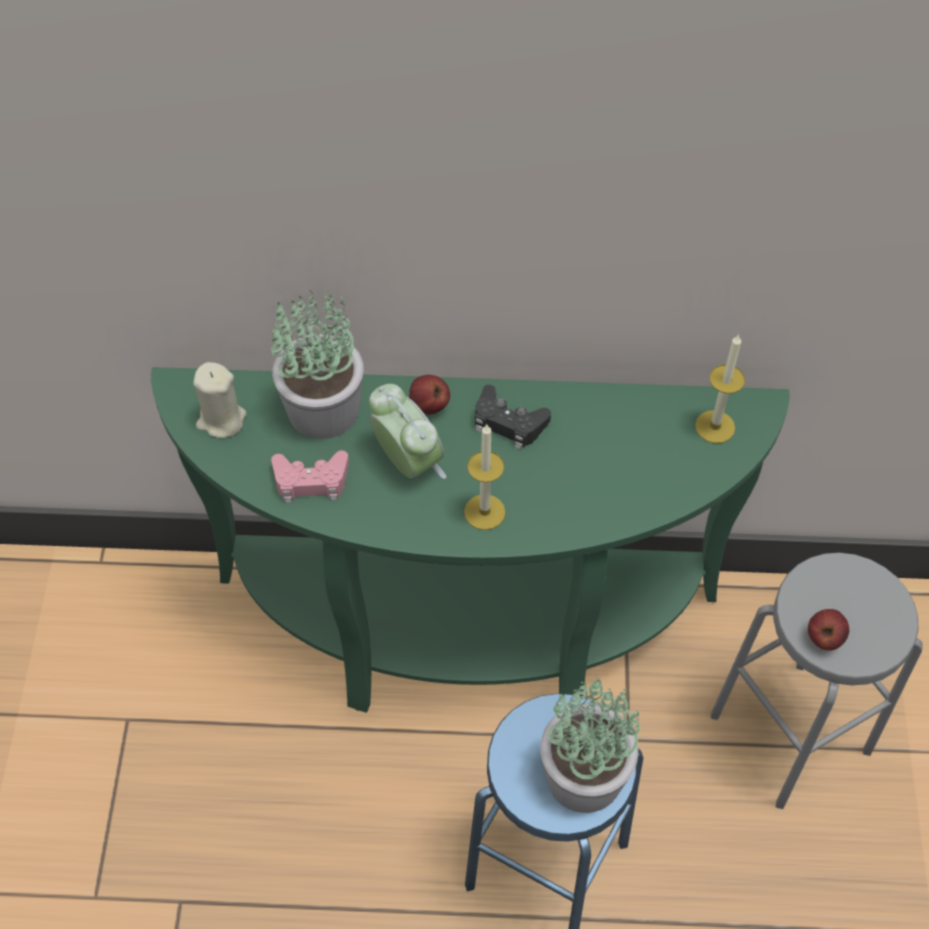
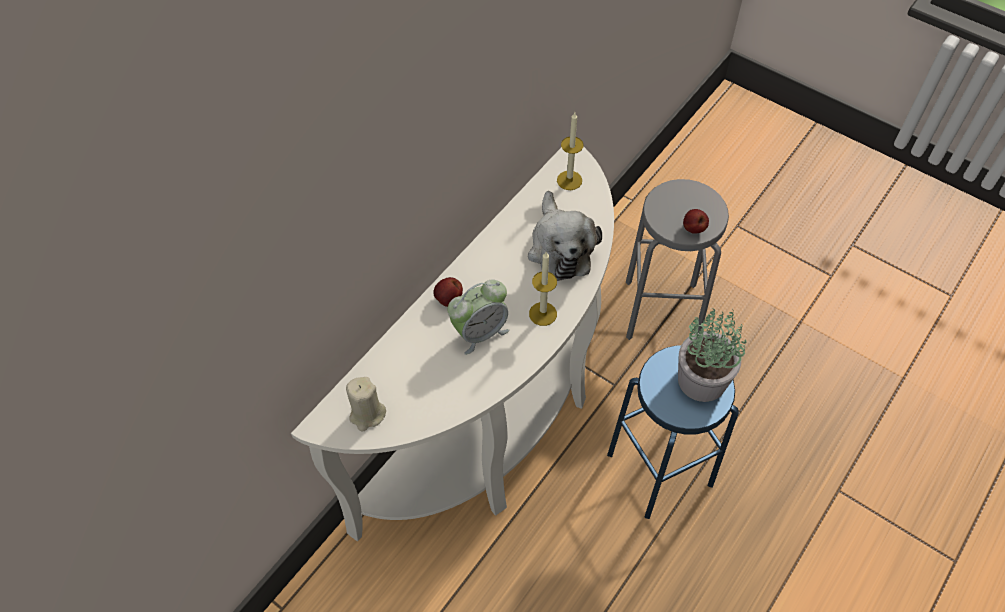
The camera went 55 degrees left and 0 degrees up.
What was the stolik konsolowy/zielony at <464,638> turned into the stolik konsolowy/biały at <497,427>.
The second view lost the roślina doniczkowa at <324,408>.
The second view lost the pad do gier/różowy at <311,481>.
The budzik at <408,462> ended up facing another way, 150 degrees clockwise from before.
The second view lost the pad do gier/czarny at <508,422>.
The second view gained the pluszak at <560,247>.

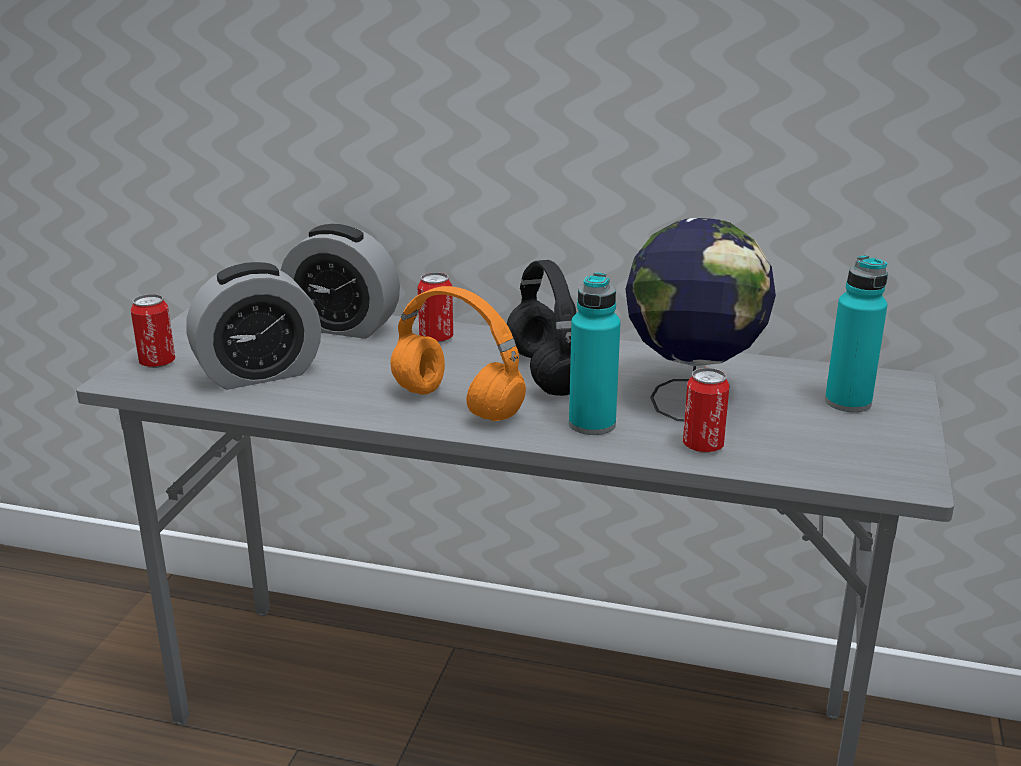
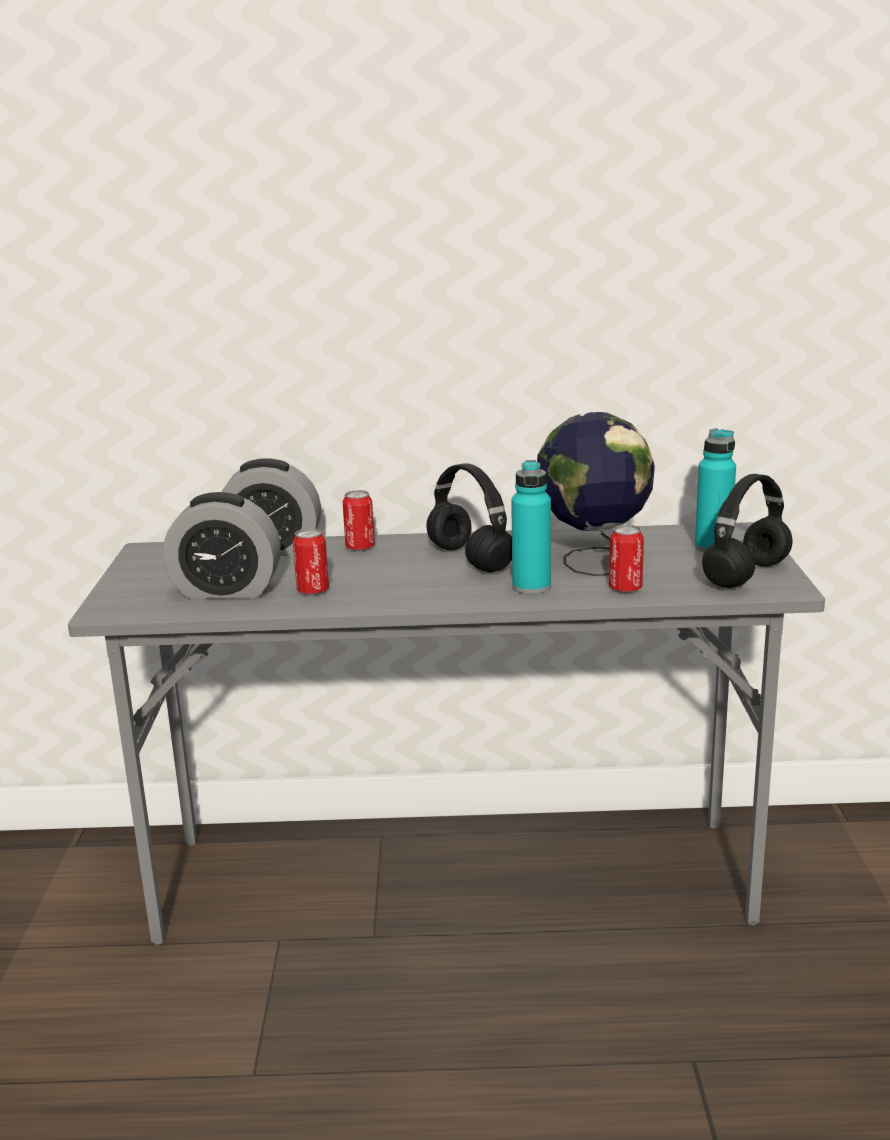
The camera went 15 degrees left and 5 degrees down.
The puszka ended up elsewhere, having gone from <157,362> to <313,591>.
The budzik at <259,373> ended up facing another way, 45 degrees clockwise from before.
The second view lost the słuchawki/pomarańczowy at <454,404>.
The second view gained the słuchawki/czarny at <746,576>.

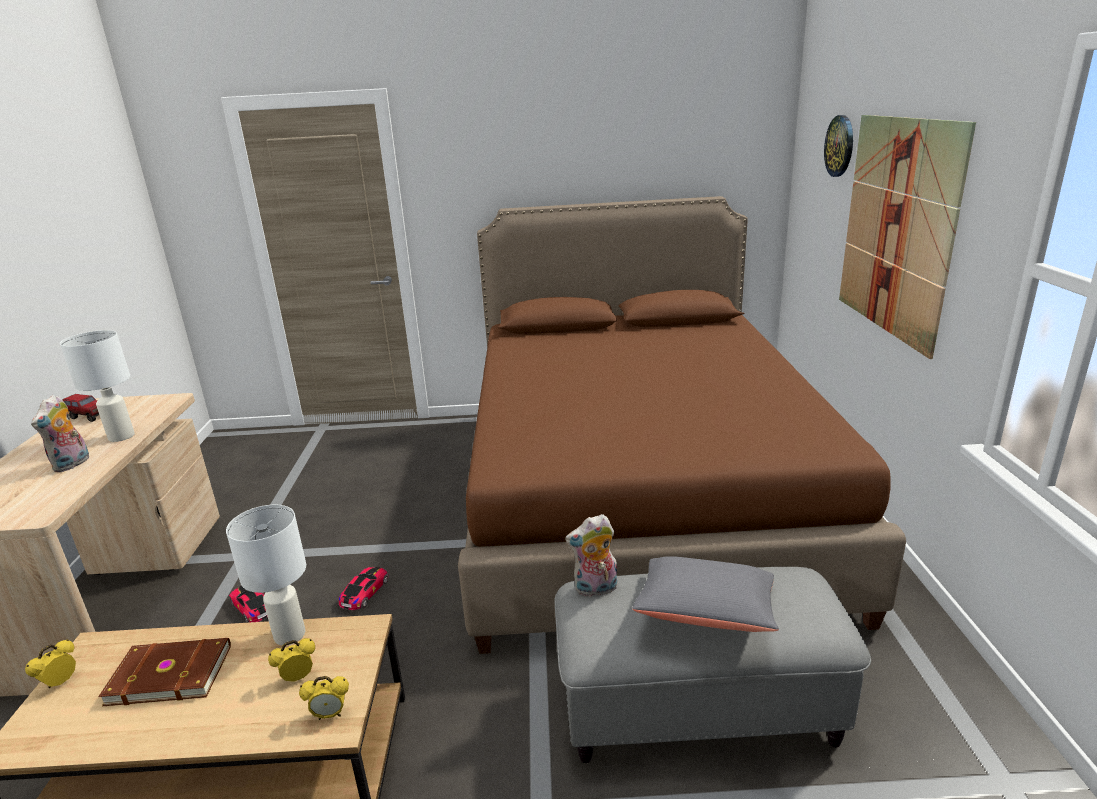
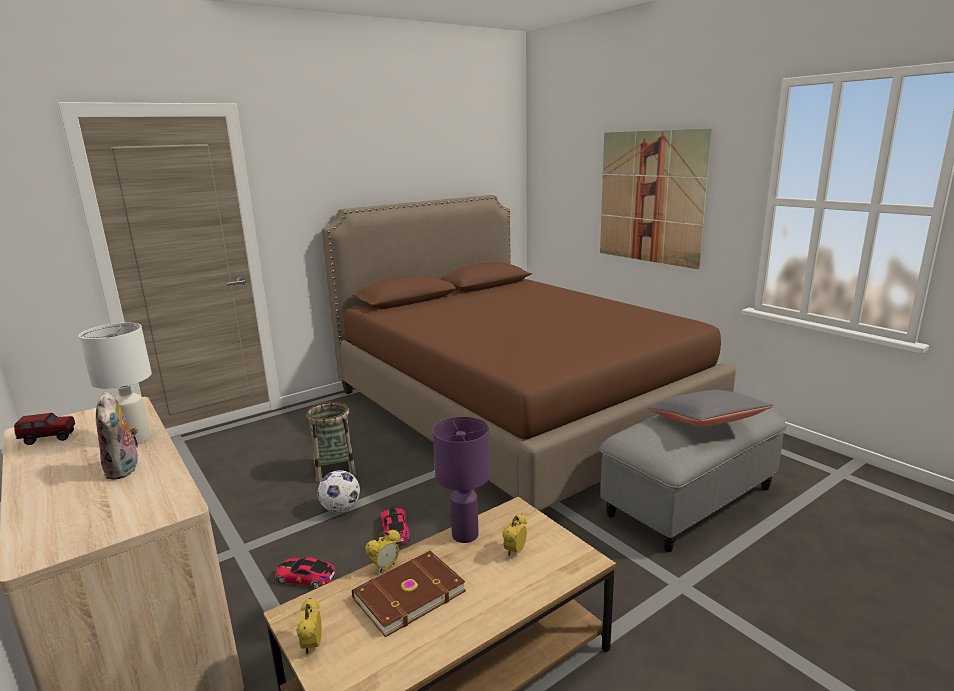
The camera went 35 degrees left and 5 degrees down.
What was the lampa stołowa/biały at <290,634> turned into the lampa stołowa/fioletowy at <465,534>.
The budzik ended up elsewhere, having gone from <330,715> to <385,567>.
The second view lost the pluszak at <595,589>.
The second view lost the zegar ścienny at <840,146>.
The second view gained the koszyk at <334,470>.
The second view gained the piłka futbolowa at <340,509>.

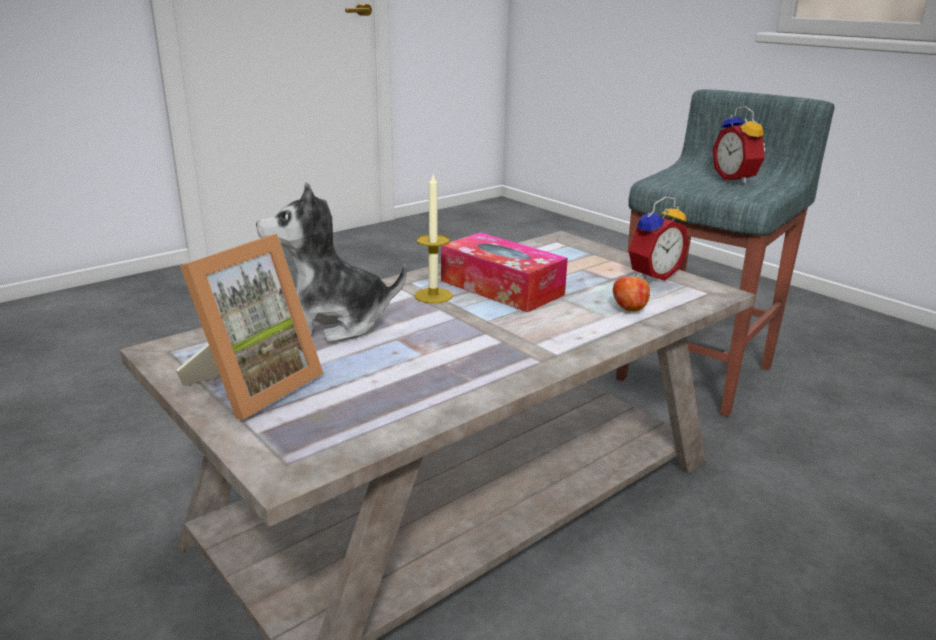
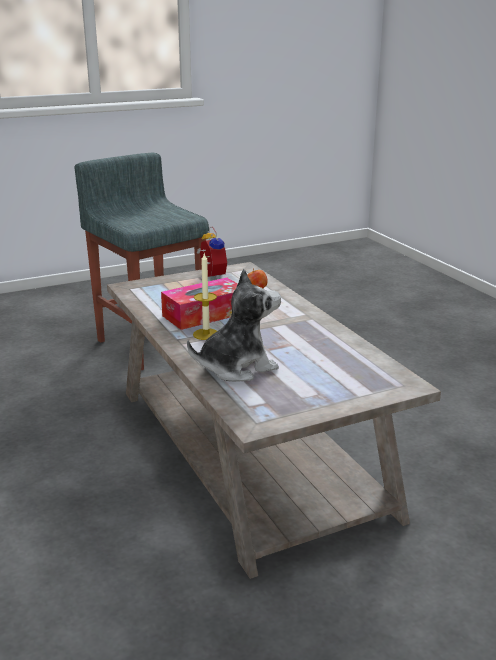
The camera went 75 degrees left and 0 degrees up.
The second view lost the ramka na zdjęcie at <253,386>.
The pluszak at <332,324> ended up facing another way, 120 degrees counterclockwise from before.
The second view lost the budzik at <736,179>.

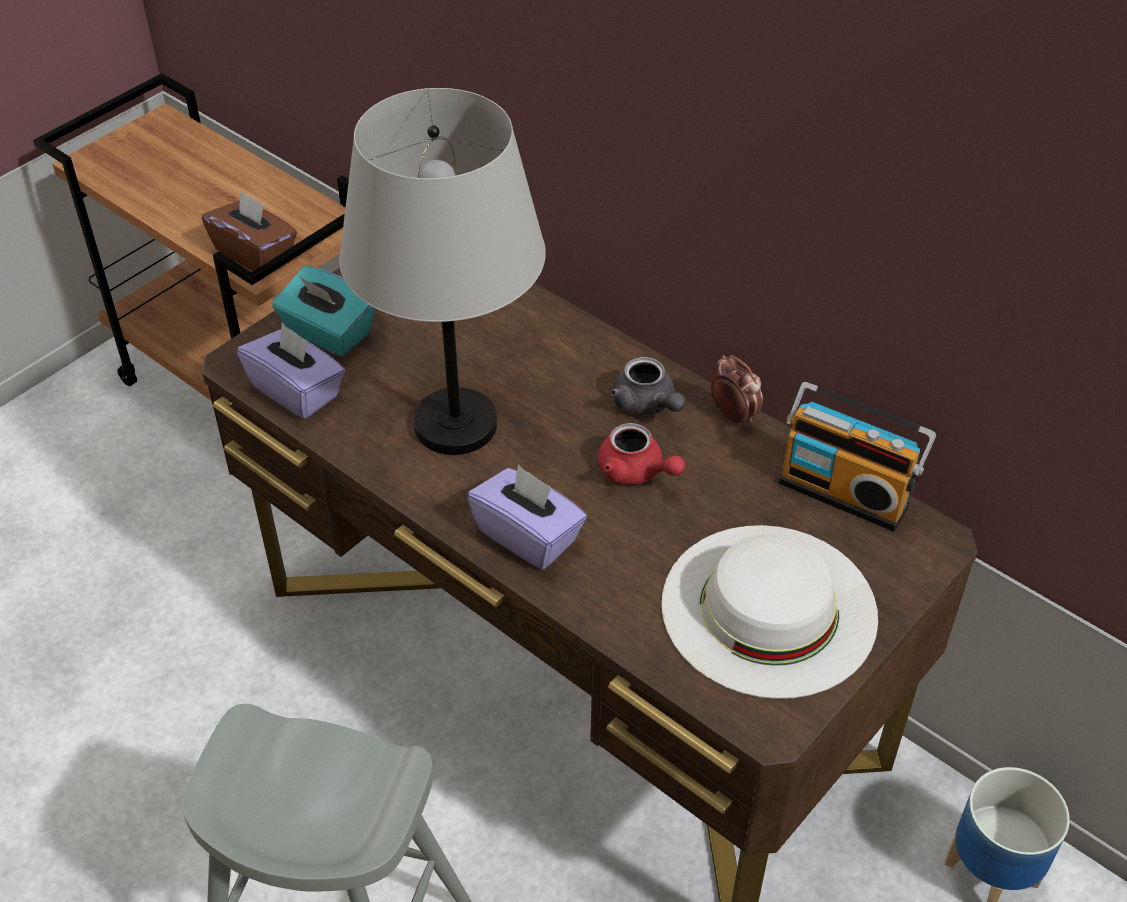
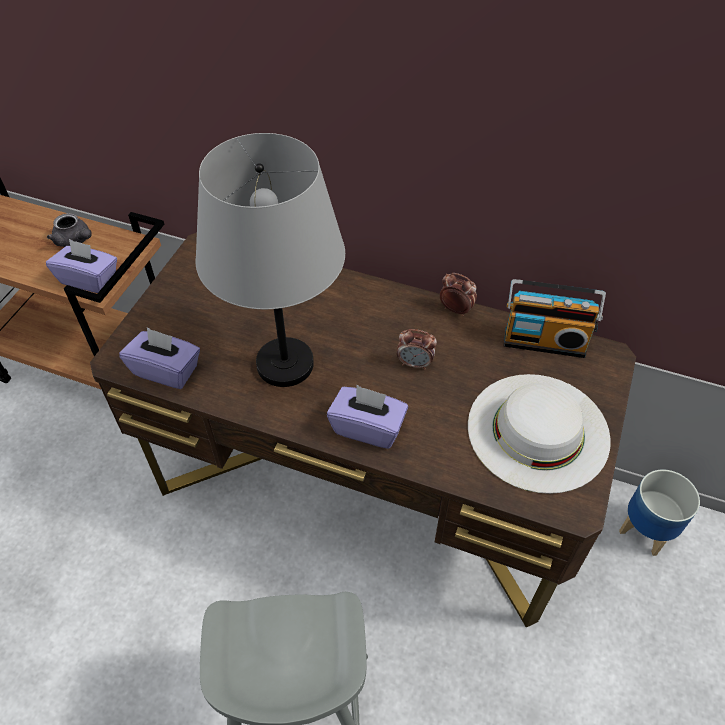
The camera went 20 degrees left and 5 degrees up.
What was the pudełko chusteczek/brązowy at <255,254> turned into the pudełko chusteczek/fioletowy at <89,279>.
The second view lost the pudełko chusteczek/turkusowy at <327,333>.
Where the imbryk/czerwony stood at <636,472>, the budzik came to stand at <415,363>.
The imbryk/szary ended up elsewhere, having gone from <647,405> to <75,241>.

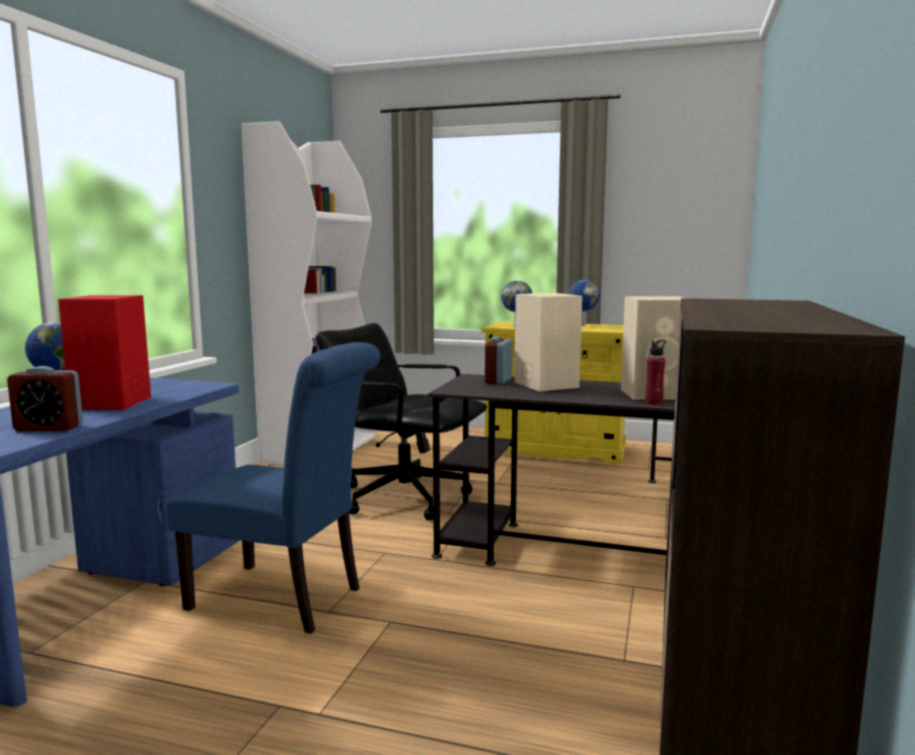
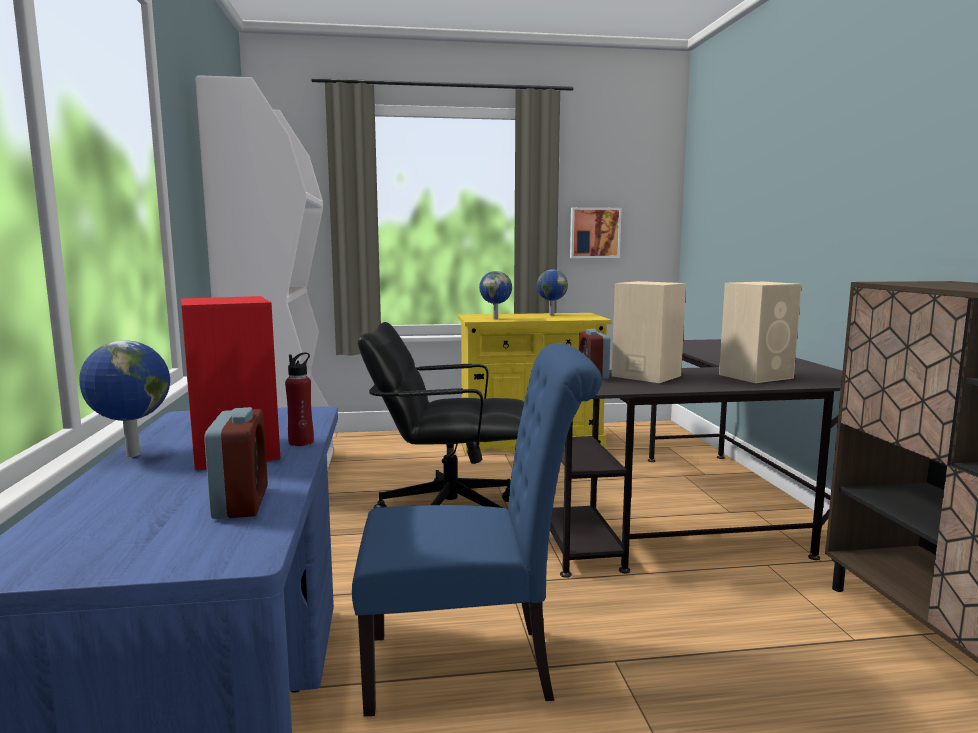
The camera went 25 degrees left and 0 degrees up.
The budzik at <49,428> ended up facing another way, 75 degrees counterclockwise from before.
The butelka/czerwony ended up elsewhere, having gone from <654,403> to <301,442>.
The second view gained the obraz at <594,233>.

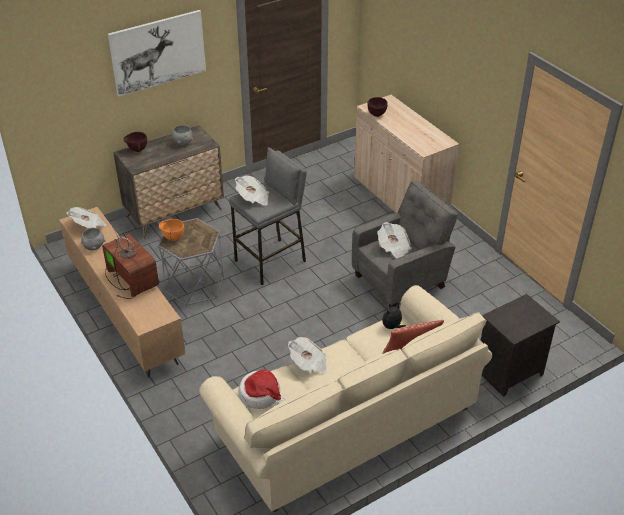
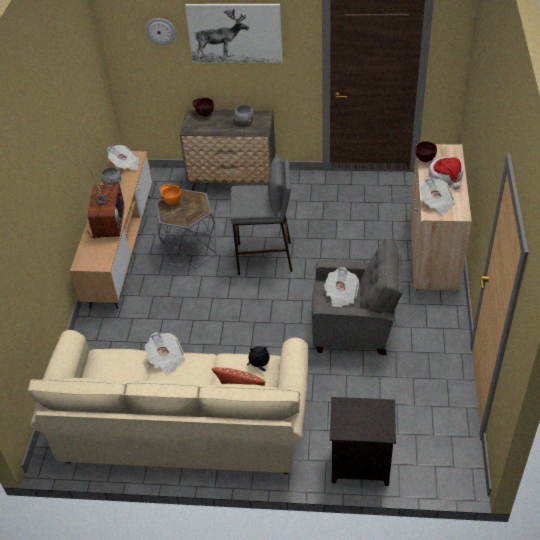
The camera went 40 degrees right and 5 degrees up.
The gazeta ended up elsewhere, having gone from <253,198> to <436,203>.
The kapelusz ended up elsewhere, having gone from <261,395> to <446,176>.
The second view gained the zegar ścienny at <160,31>.

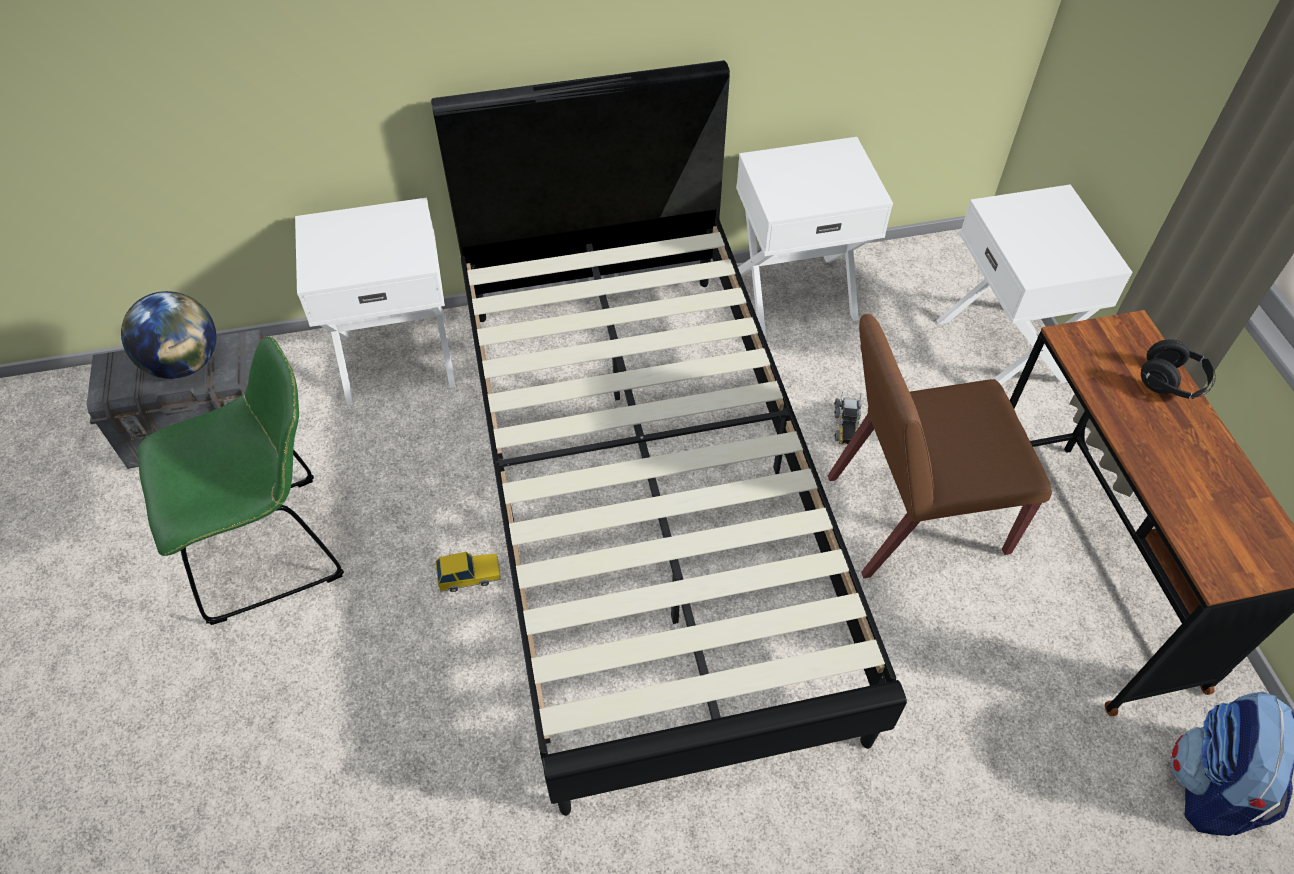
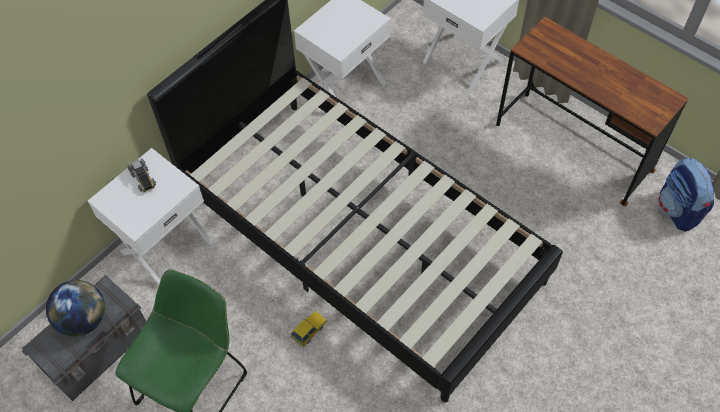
The camera went 35 degrees left and 5 degrees up.
The second view lost the krzesło/brązowy at <913,515>.
The ciężarówka zabawkowa ended up elsewhere, having gone from <847,426> to <143,178>.
The second view lost the słuchawki/czarny at <1171,383>.

